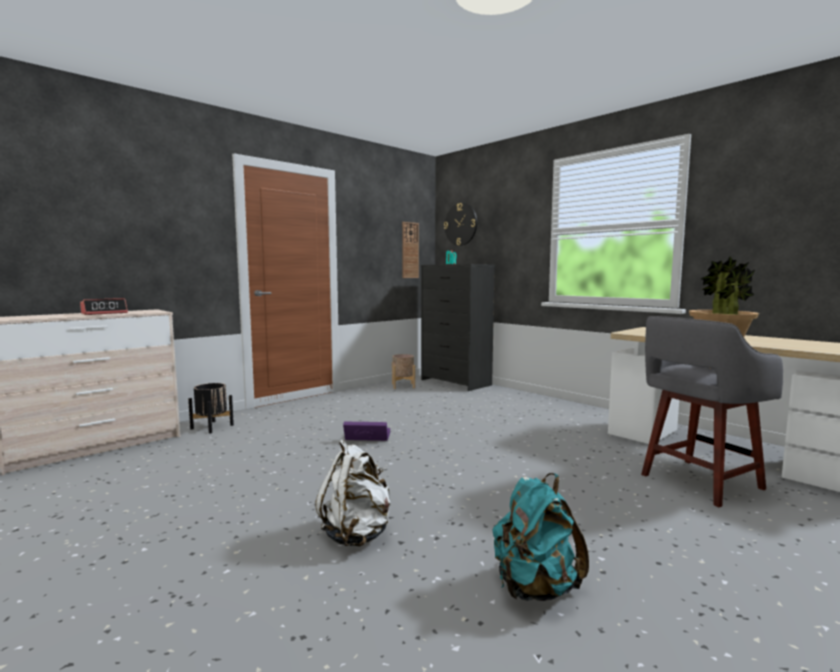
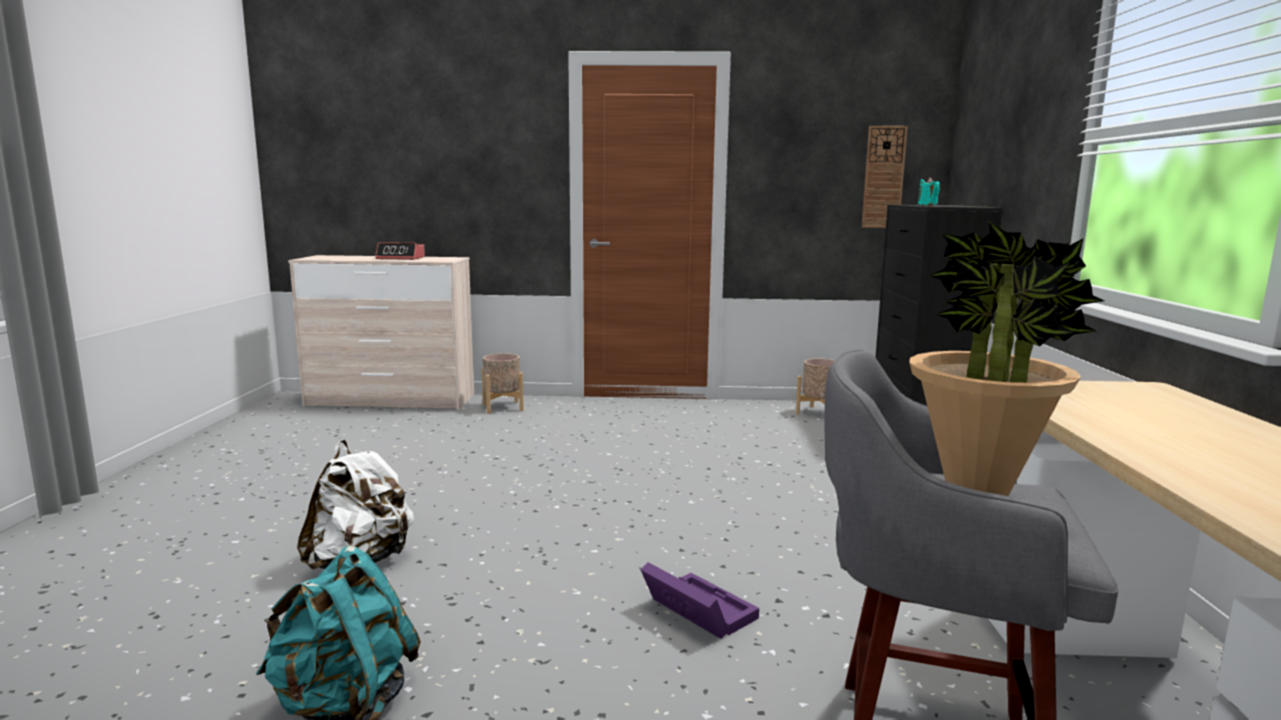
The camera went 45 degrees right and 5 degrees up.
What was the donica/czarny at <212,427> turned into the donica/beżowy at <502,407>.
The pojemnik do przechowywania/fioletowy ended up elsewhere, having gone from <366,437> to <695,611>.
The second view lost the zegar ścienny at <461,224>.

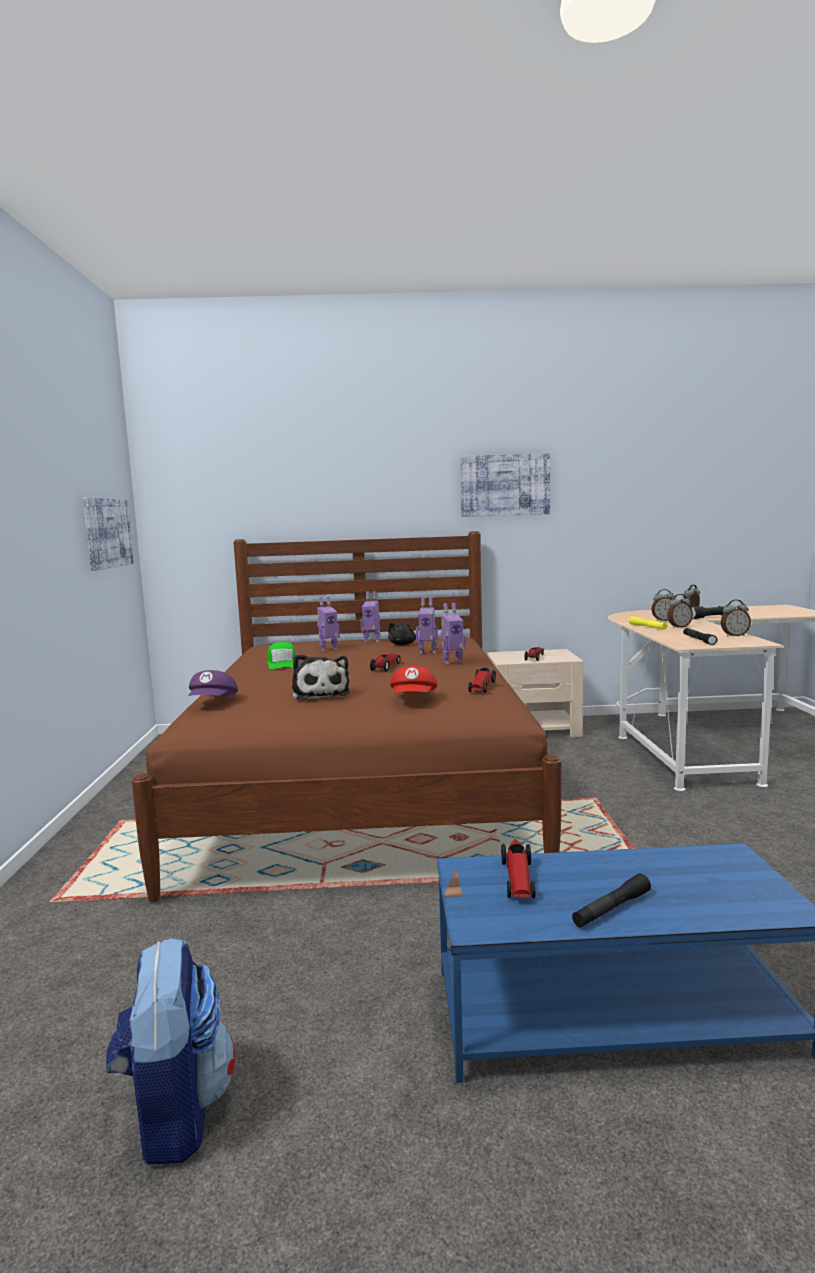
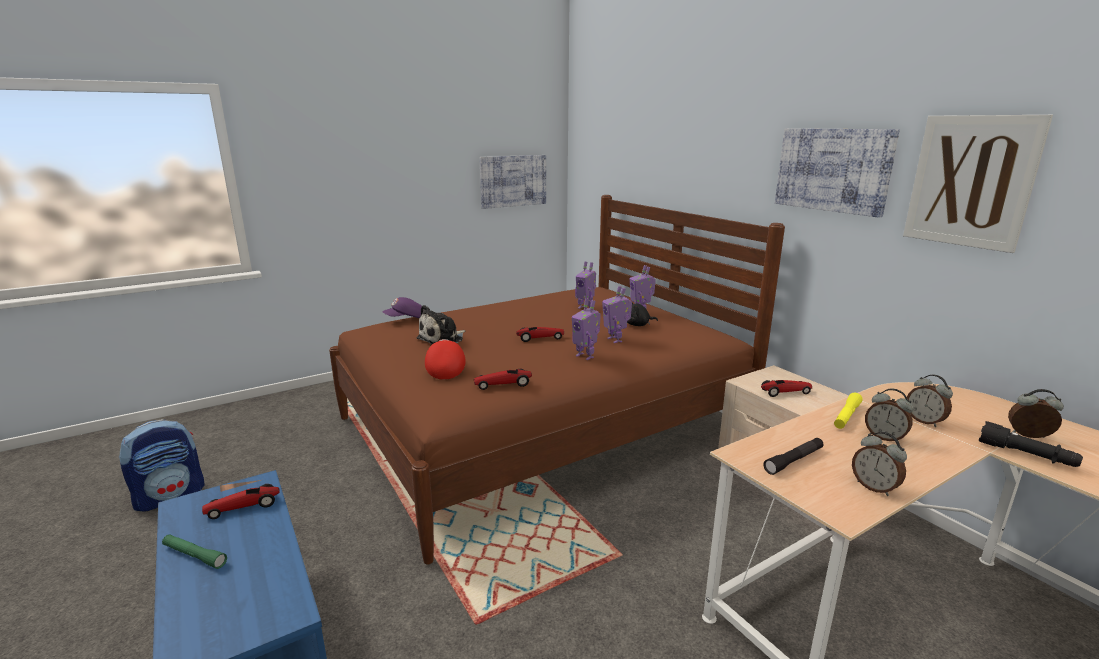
The camera went 60 degrees right and 10 degrees up.
The second view lost the czapka z daszkiem/zielony at <282,664>.
The czapka z daszkiem/czerwony at <414,699> ended up facing another way, 105 degrees clockwise from before.
What was the latarka/czarny at <611,909> turned into the latarka/zielony at <194,556>.
The second view gained the obraz at <971,181>.

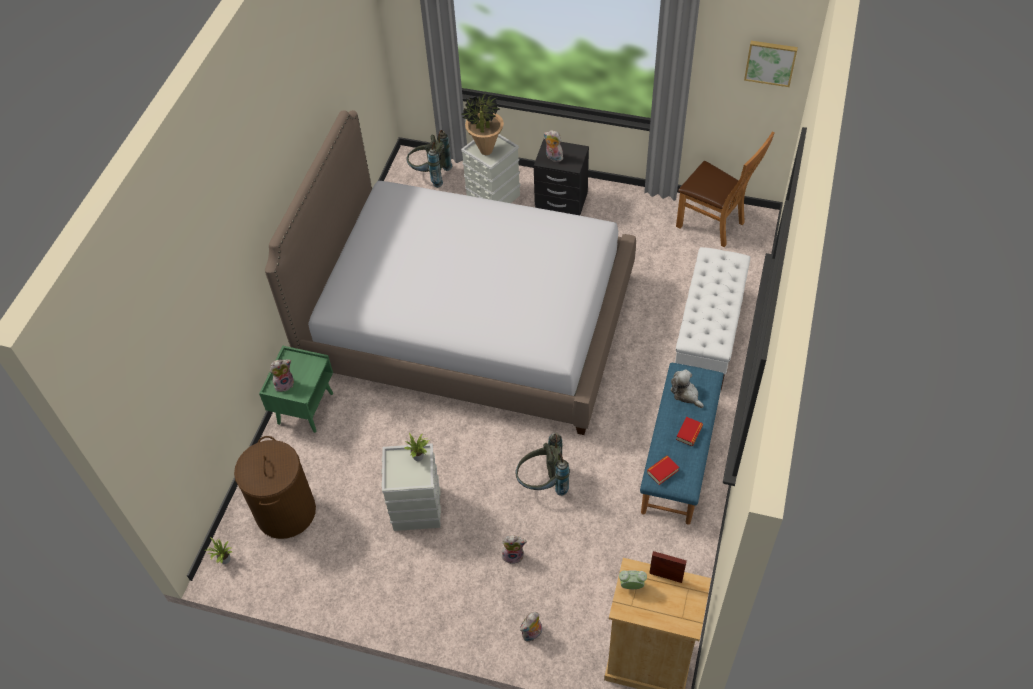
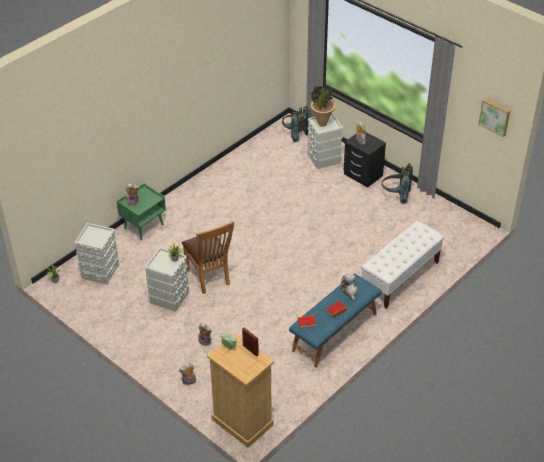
The camera went 25 degrees right and 10 degrees down.
Where the kosz na pranie/brązowy stood at <285,512>, the pojemnik do przechowywania/szary came to stand at <100,271>.
The second view lost the łóżko at <469,323>.
The plecak/szary ended up elsewhere, having gone from <543,483> to <395,195>.
The krzesło/brązowy ended up elsewhere, having gone from <714,225> to <209,278>.

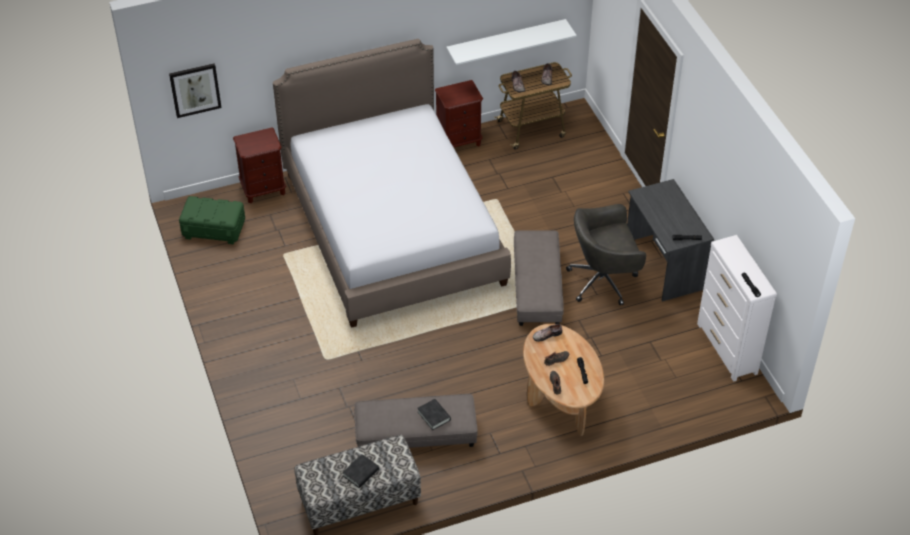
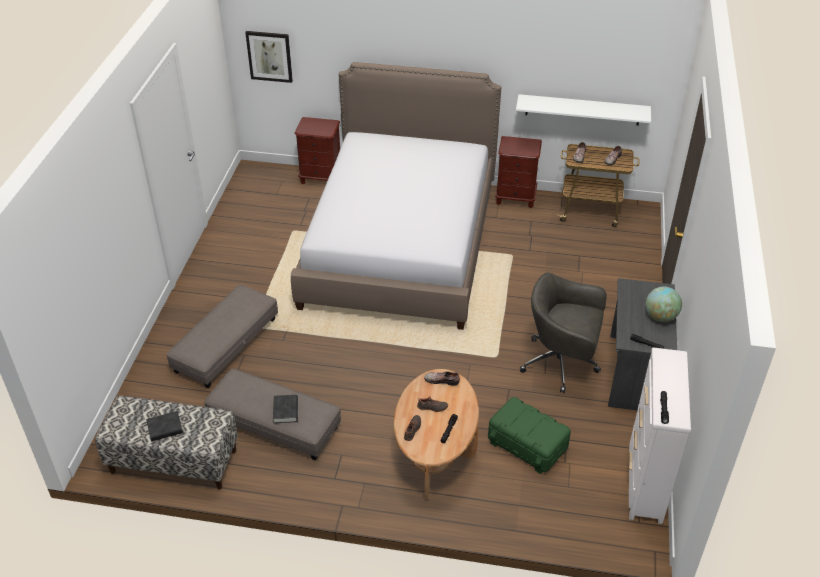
The camera went 30 degrees right and 5 degrees down.
The pojemnik do przechowywania/zielony ended up elsewhere, having gone from <213,229> to <527,445>.
The pufa/szary ended up elsewhere, having gone from <537,287> to <226,345>.
The second view gained the globus at <660,317>.

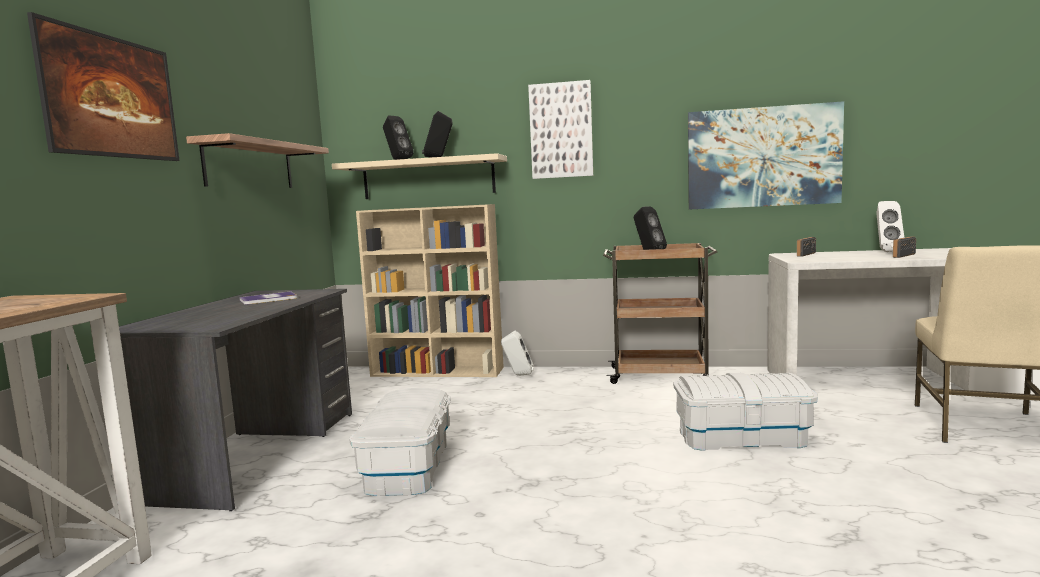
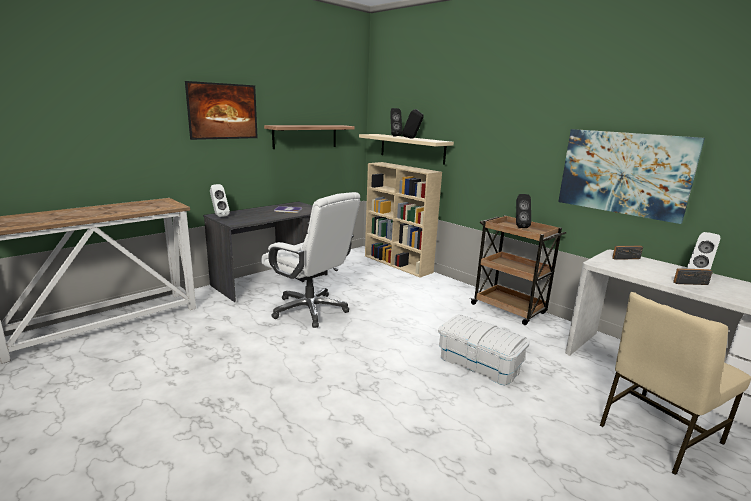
The camera went 35 degrees right and 10 degrees up.
Where the pojemnik do przechowywania/biały stood at <409,467>, the krzesło biurowe/biały came to stand at <310,310>.
The głośnik/biały ended up elsewhere, having gone from <518,375> to <219,216>.
The second view lost the obraz at <561,130>.

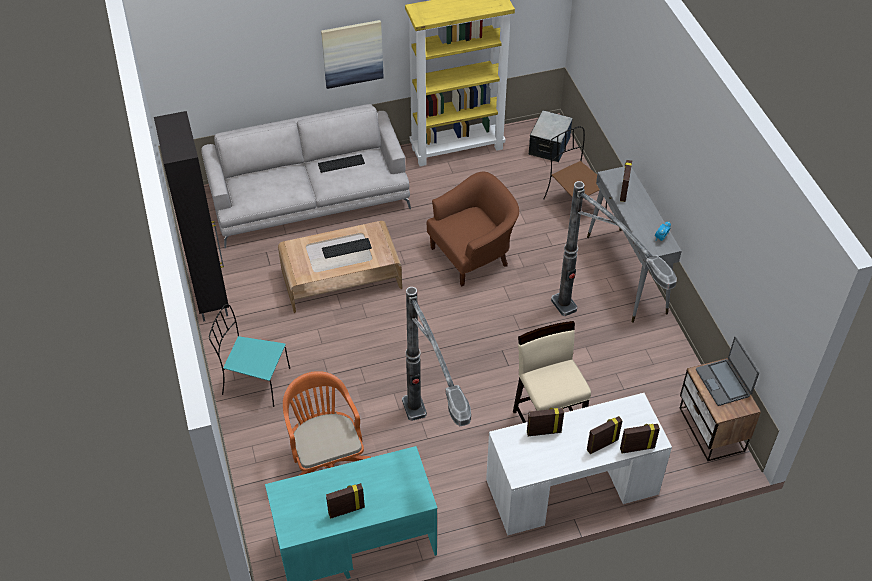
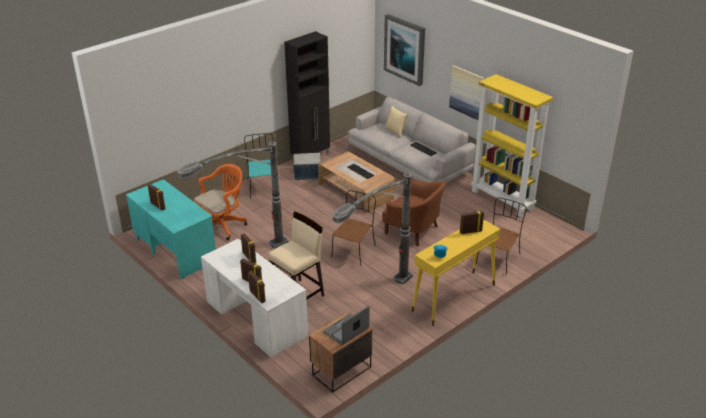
The camera went 65 degrees right and 15 degrees down.
The pojemnik do przechowywania ended up elsewhere, having gone from <549,146> to <307,174>.
What was the stolik konsolowy/szary at <626,274> turned into the stolik konsolowy/żółty at <453,298>.
The second view gained the krzesło/brązowy at <354,250>.
The second view gained the obraz at <405,49>.
The second view gained the poduszka at <396,131>.

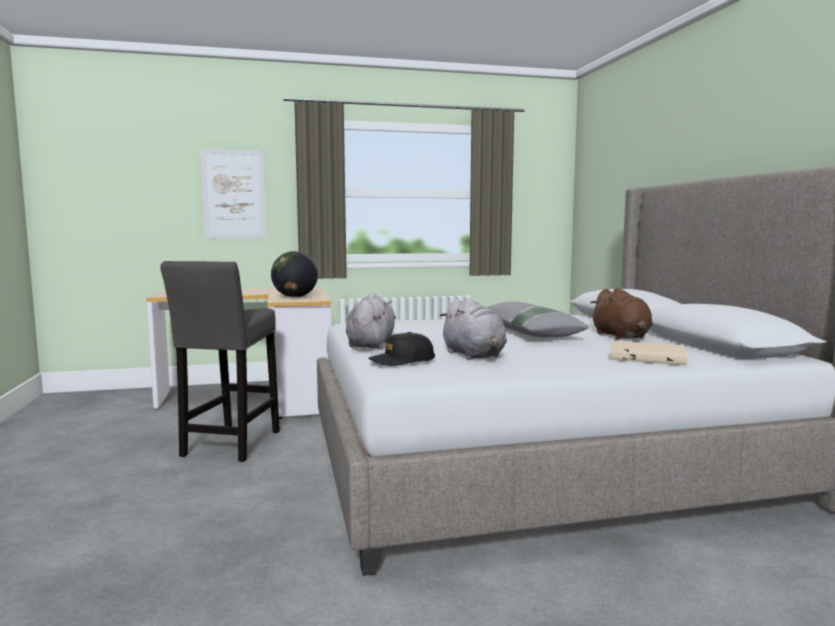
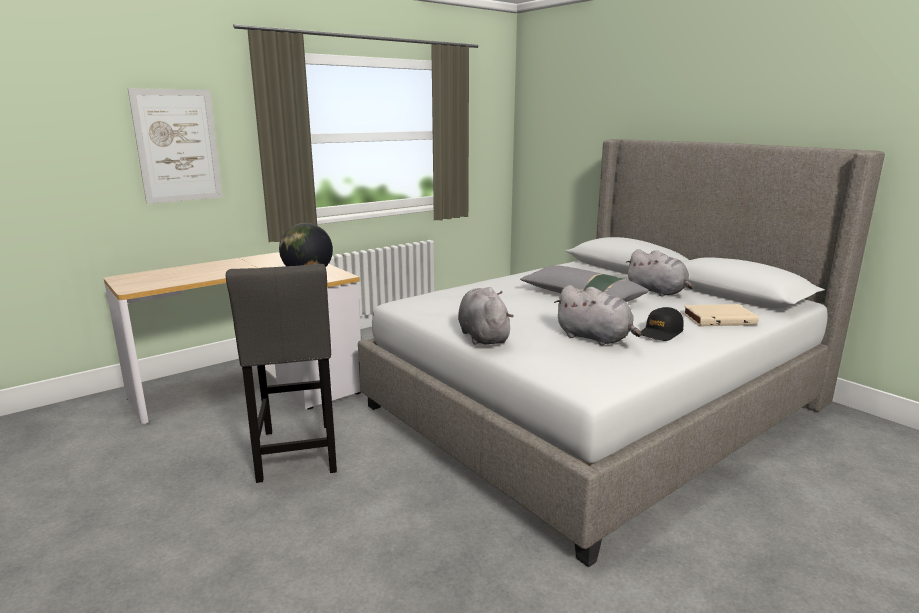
The camera went 25 degrees left and 10 degrees up.
The czapka z daszkiem/czarny ended up elsewhere, having gone from <402,361> to <661,333>.
What was the pluszak/brązowy at <622,337> turned into the pluszak/szary at <658,292>.

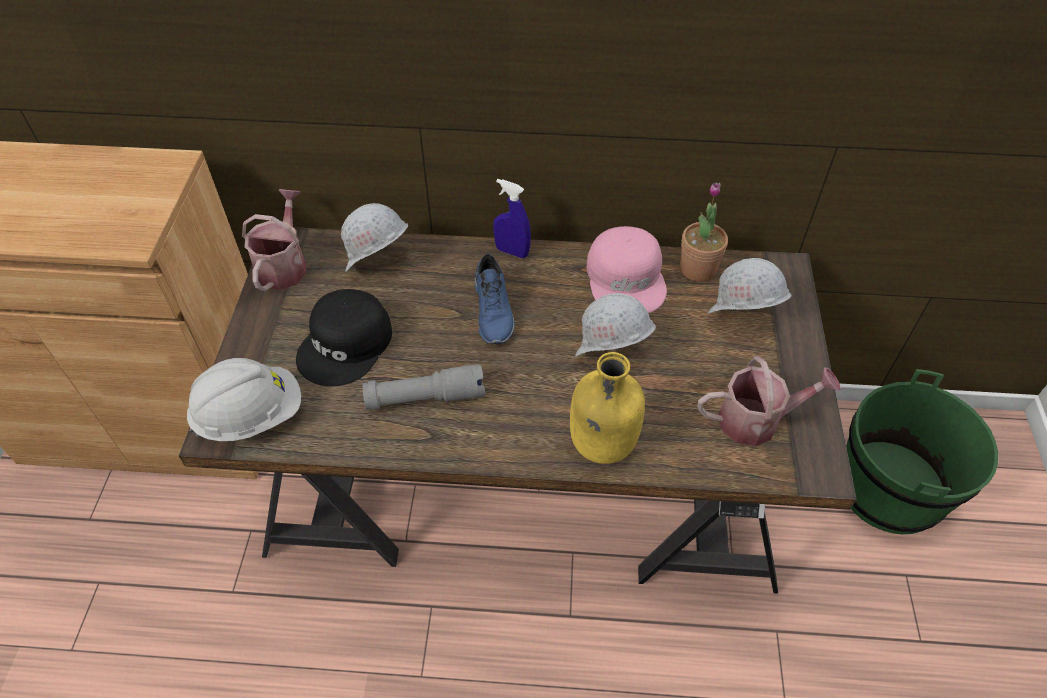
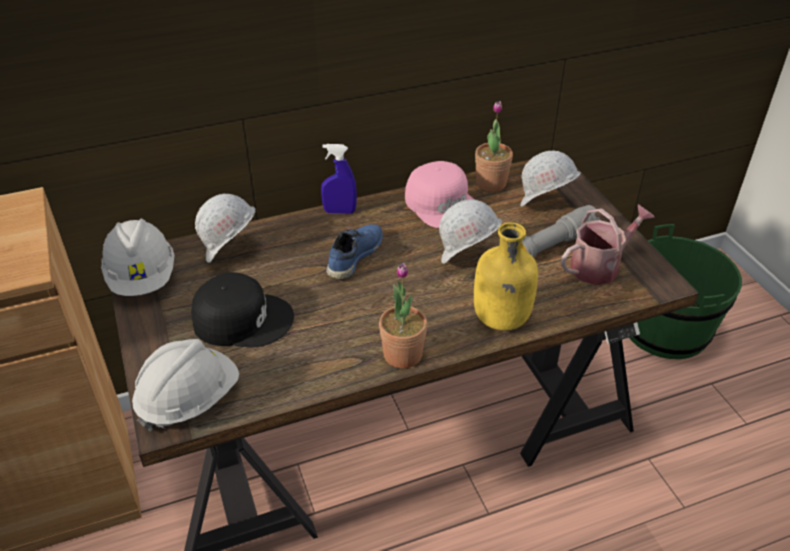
The camera went 25 degrees left and 10 degrees down.
Where the konewka stood at <284,265>, the kask/biały came to stand at <142,277>.
The czapka z daszkiem/czarny at <346,345> ended up facing another way, 90 degrees counterclockwise from before.
The latarka/szary ended up elsewhere, having gone from <425,398> to <555,244>.
The but/niebieski at <494,311> ended up facing another way, 120 degrees counterclockwise from before.
The second view gained the roślina doniczkowa at <402,354>.

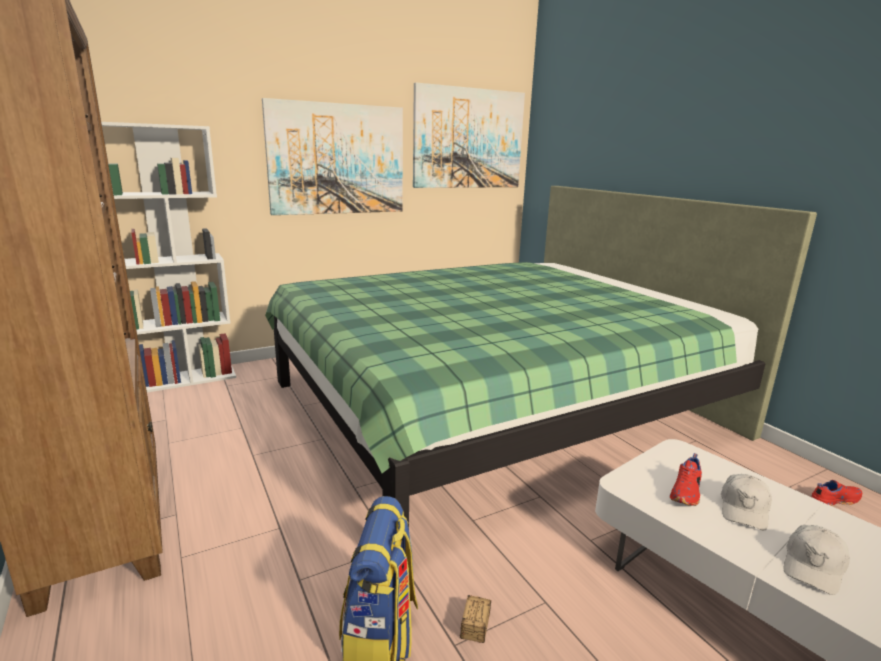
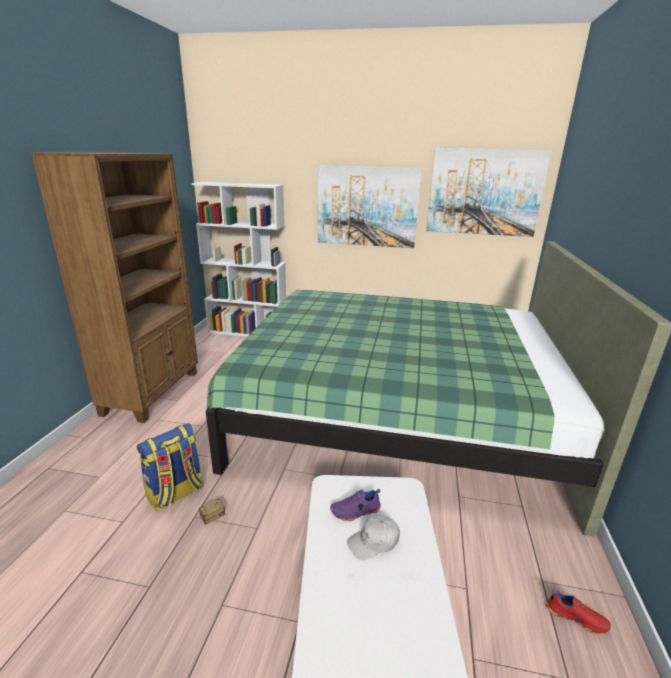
The camera went 40 degrees right and 5 degrees up.
What was the but/czerwony at <686,493> turned into the but/fioletowy at <355,512>.
The second view lost the czapka z daszkiem/biały at <813,566>.

